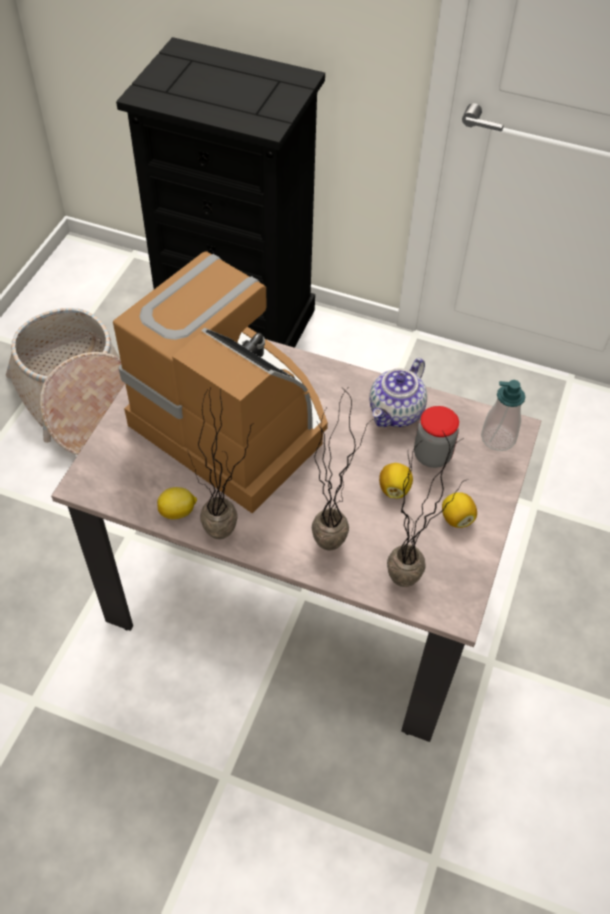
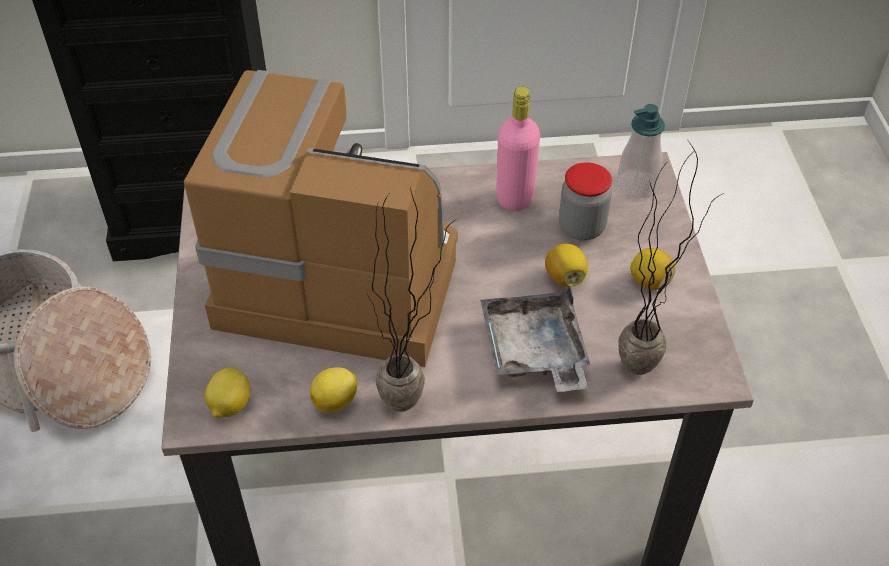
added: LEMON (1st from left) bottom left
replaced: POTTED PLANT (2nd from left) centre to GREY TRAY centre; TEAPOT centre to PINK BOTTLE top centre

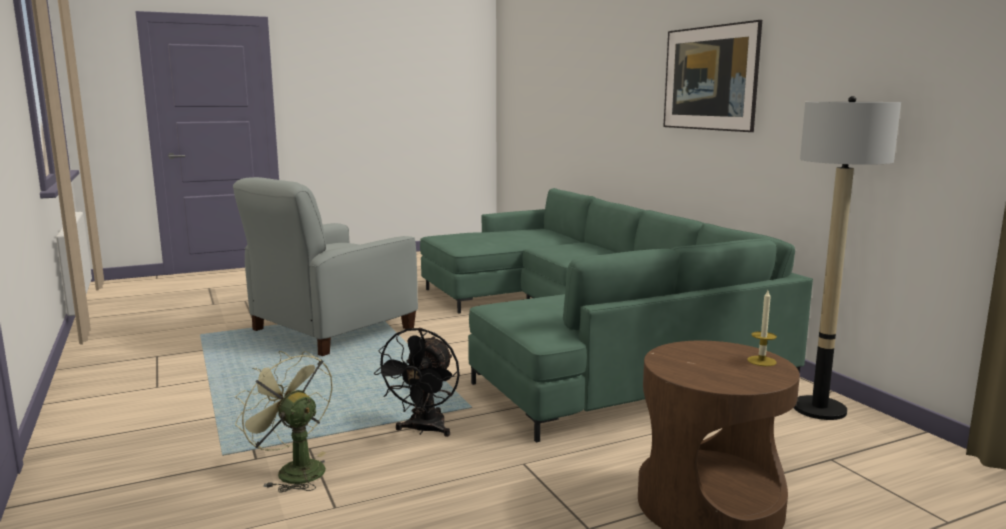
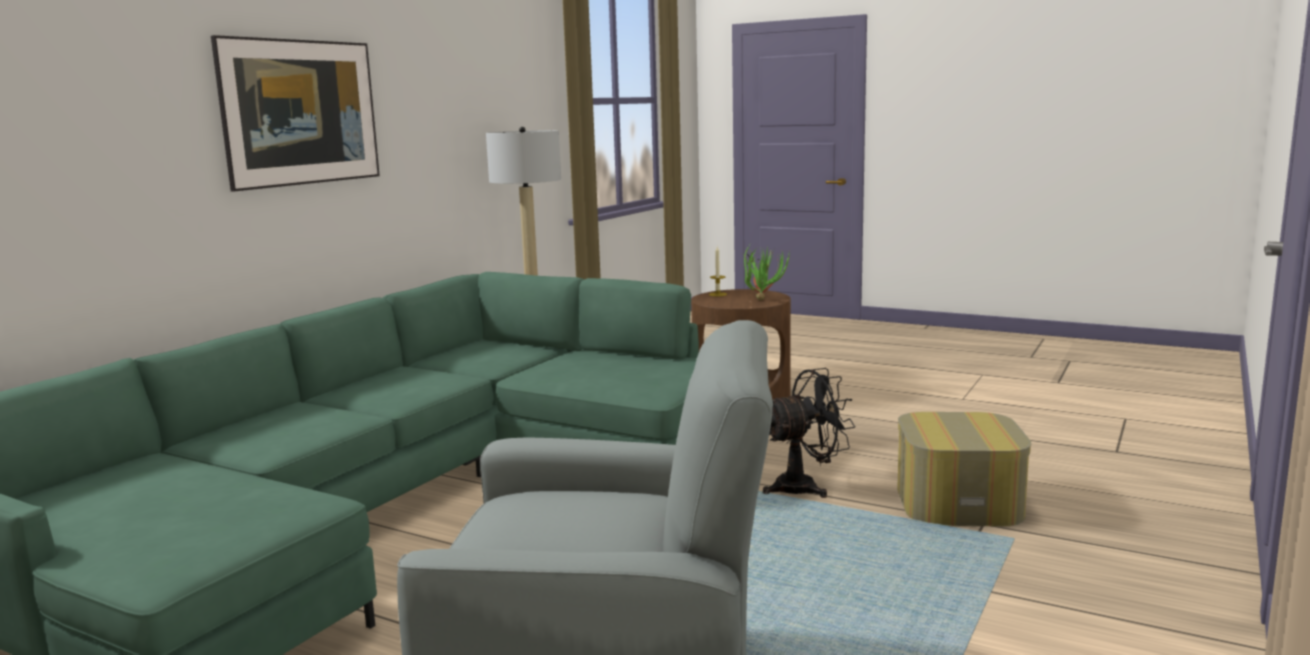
added: POTTED PLANT centre
replaced: GREEN FAN bottom left to OTTOMAN bottom right

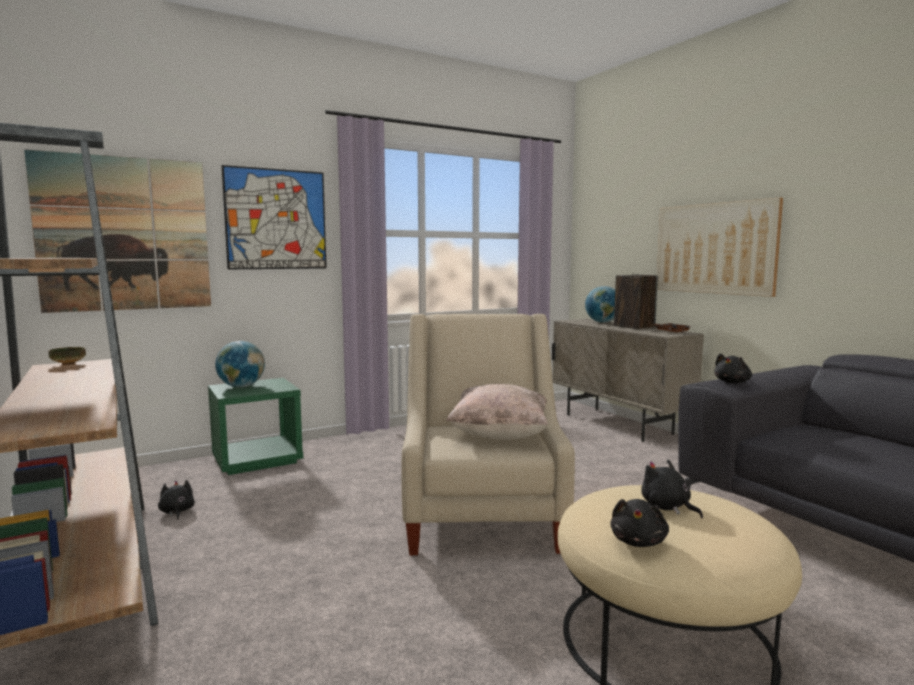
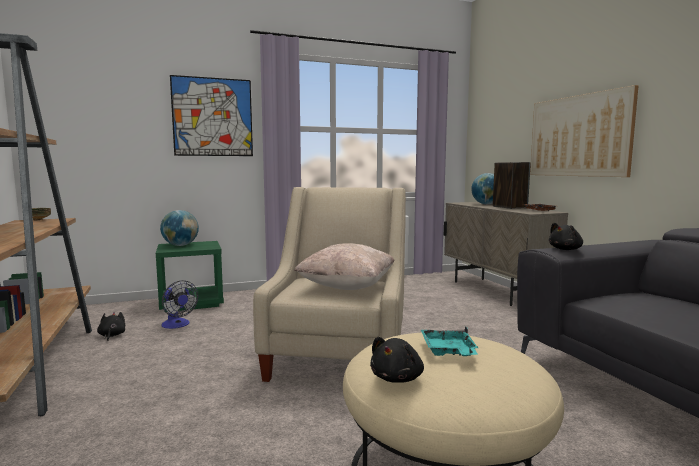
removed: PICTURE (1st from left) middle left
added: FAN middle left
replaced: BLACK PLUSH TOY (3rd from left) bottom right to TURQUOISE TRAY bottom centre

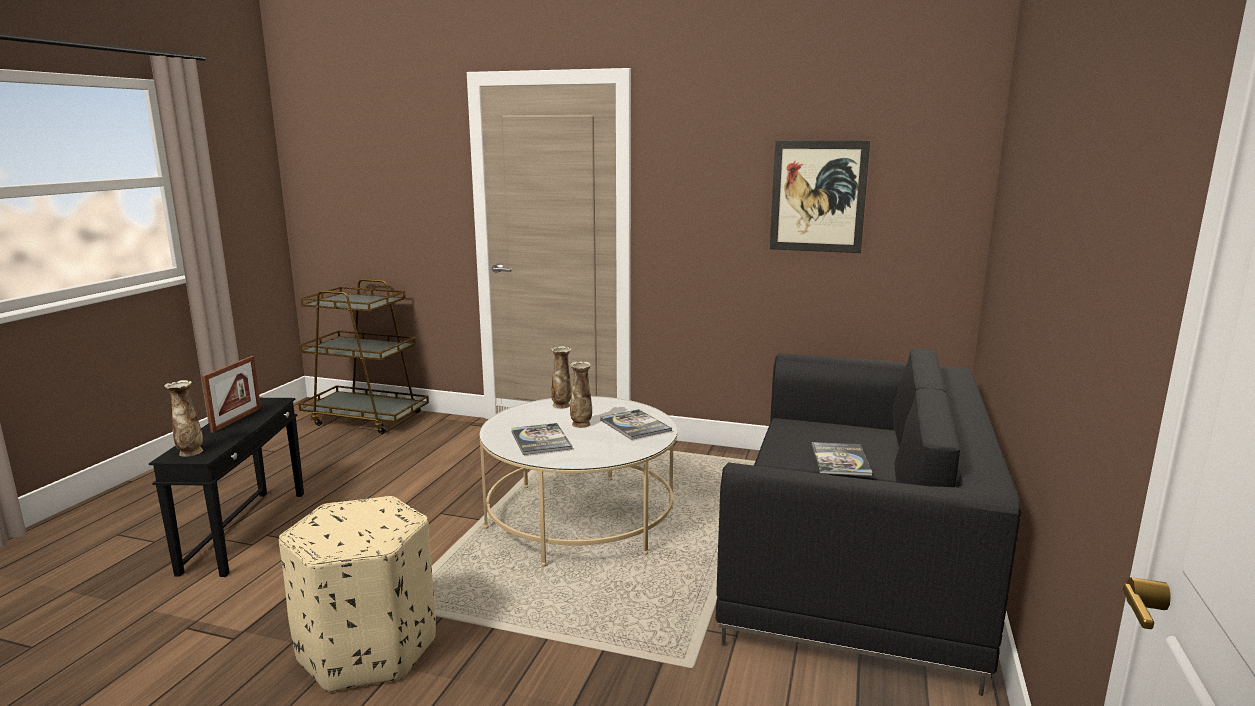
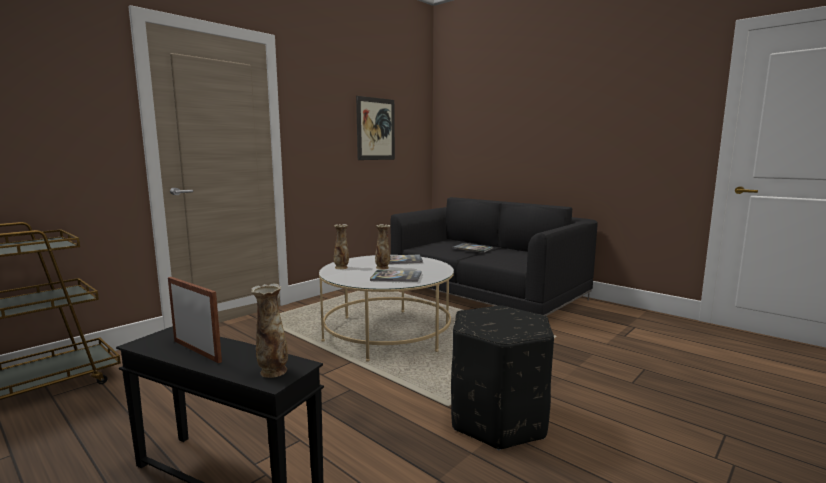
recoloured: BEIGE OTTOMAN bottom left to BLACK OTTOMAN bottom centre

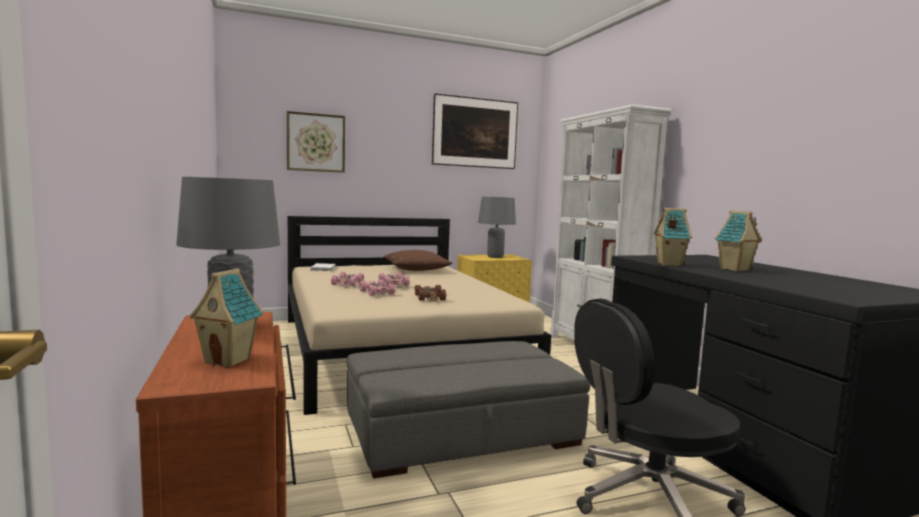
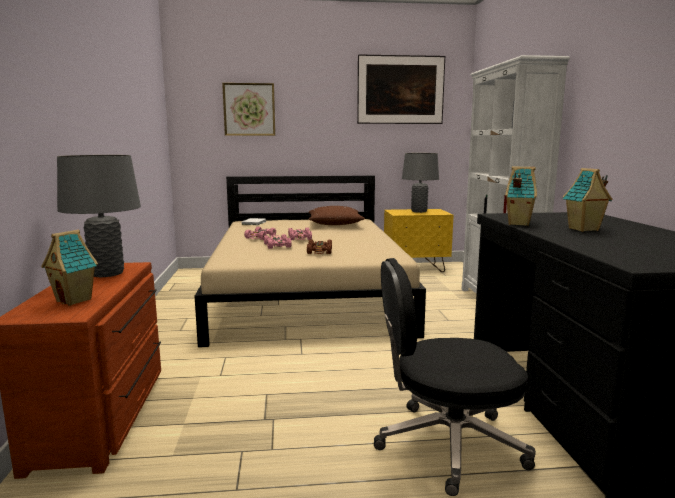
removed: GREY OTTOMAN bottom centre

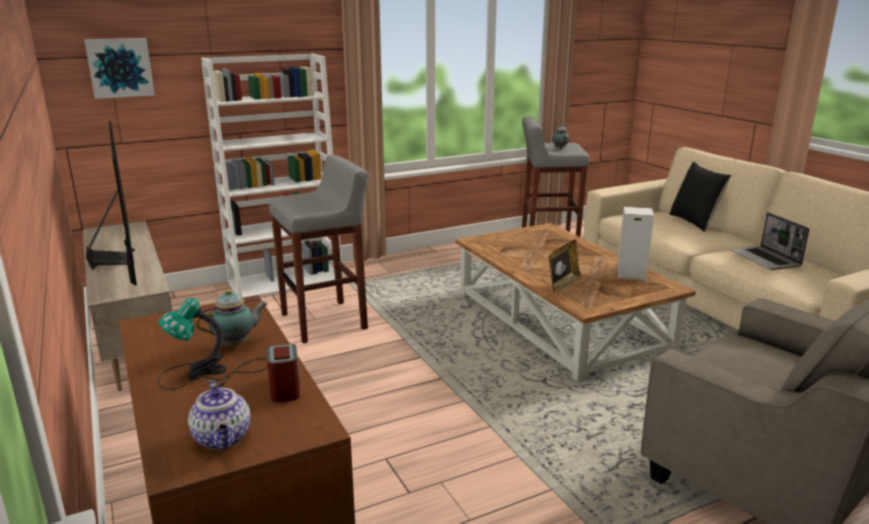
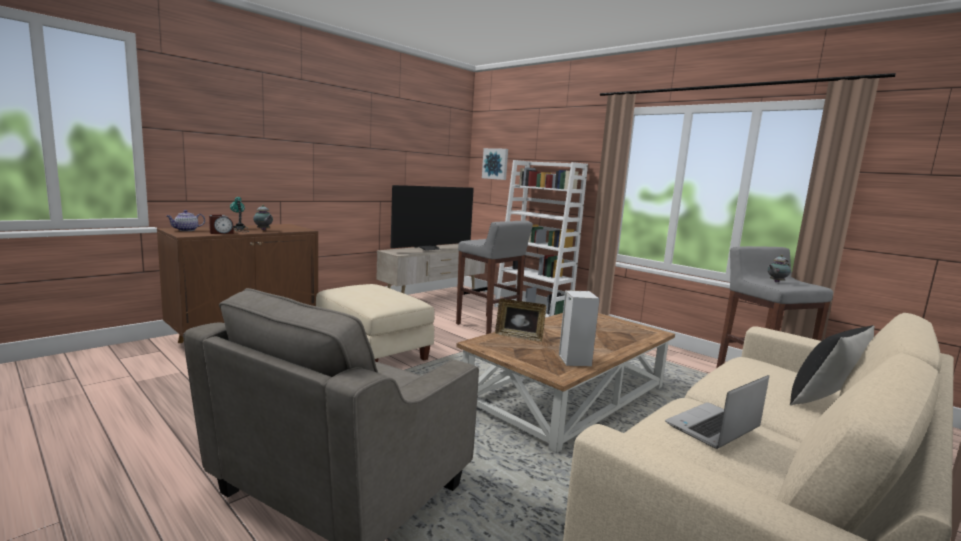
added: BEIGE OTTOMAN centre

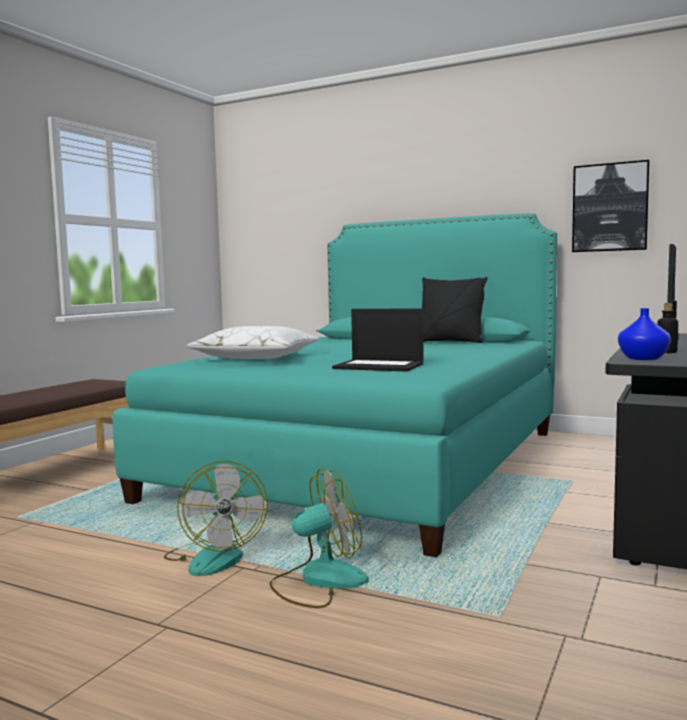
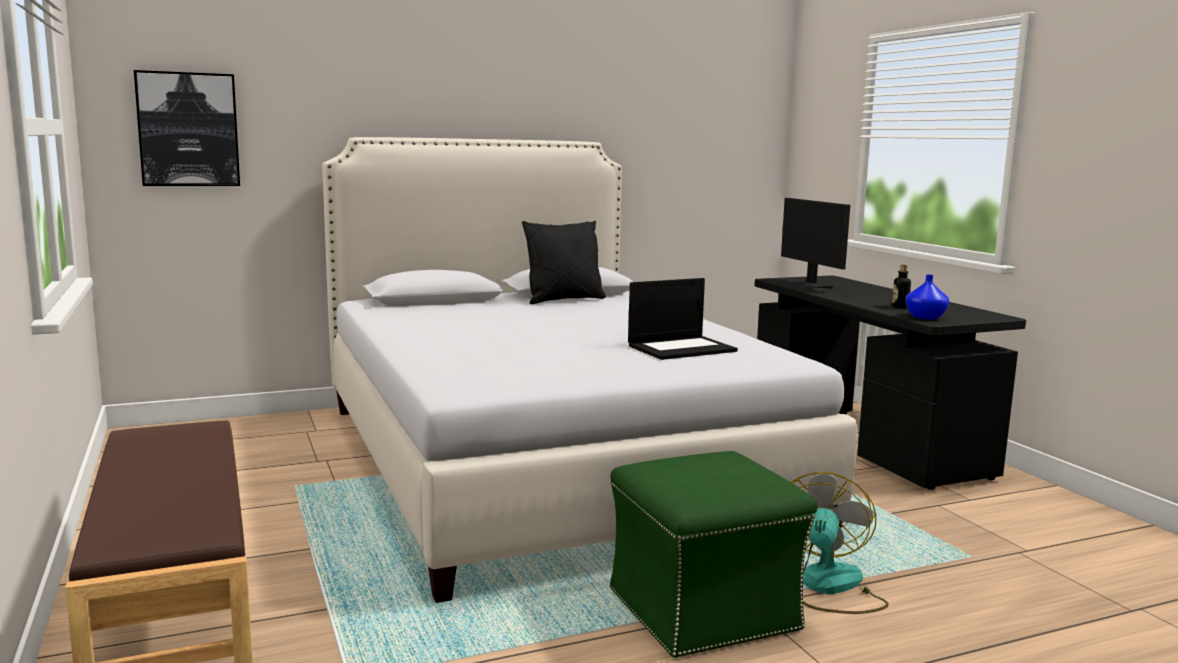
removed: WHITE PILLOW centre
moved: PICTURE top right to top left
replaced: FAN (1st from left) bottom left to GREEN OTTOMAN bottom centre
recoloured: TURQUOISE BED centre to WHITE BED centre

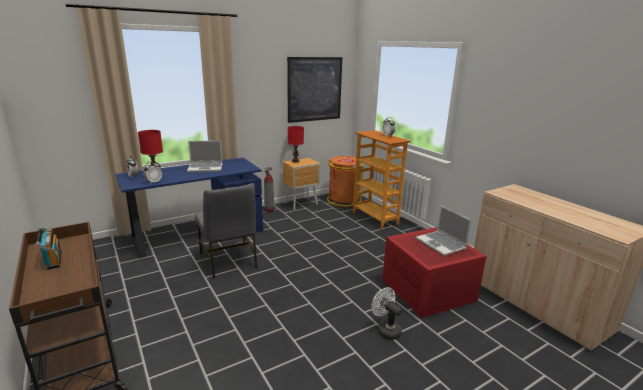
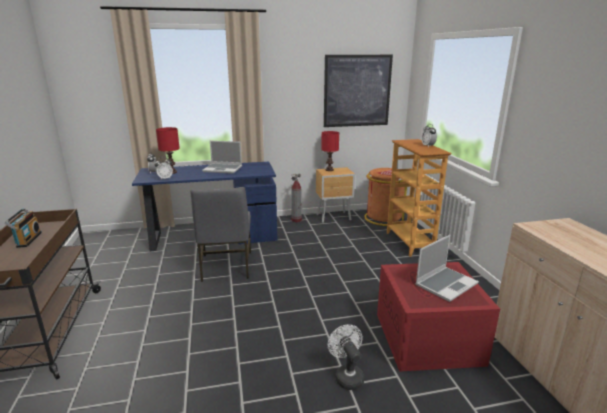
turned: LAPTOP (2nd from left) middle right = middle right 120 degrees counterclockwise

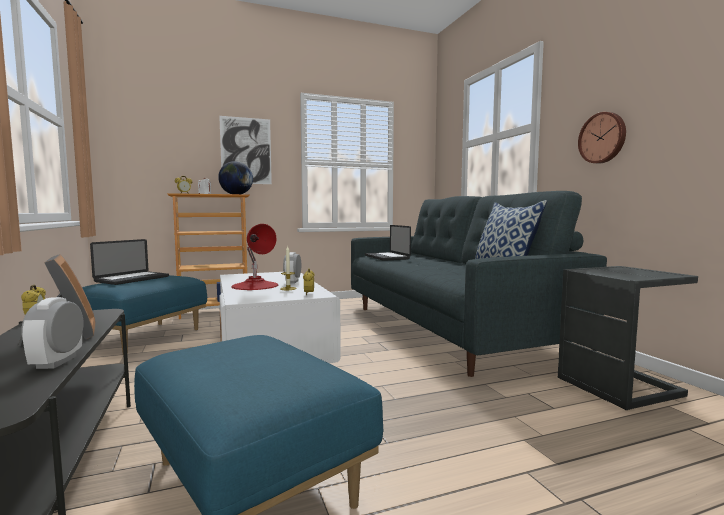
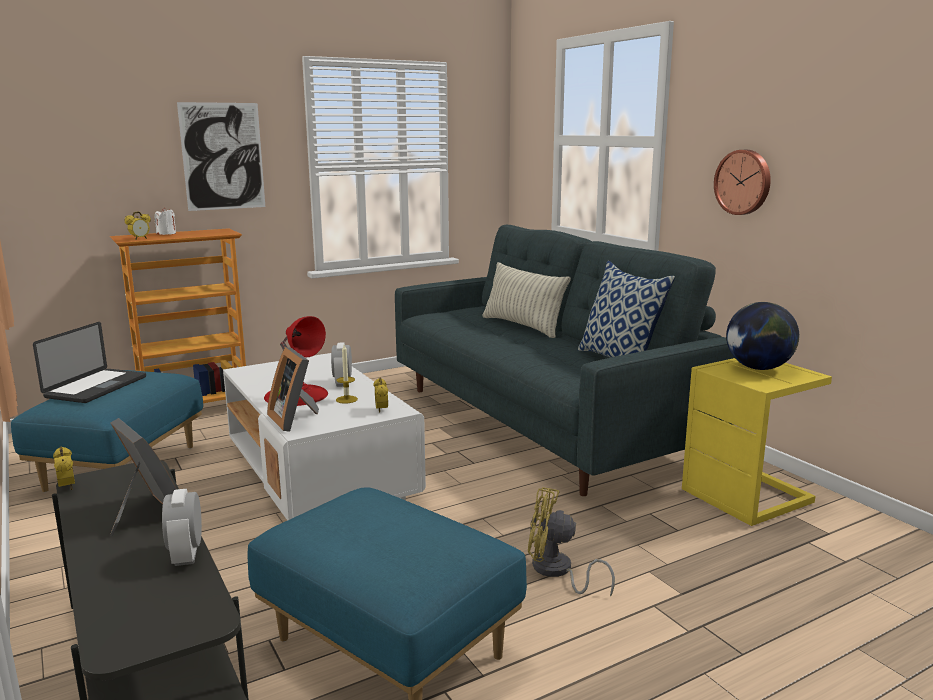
removed: LAPTOP (2nd from left) centre
added: PICTURE FRAME (2nd from left) middle left; PILLOW (1st from left) centre; YELLOW FAN bottom centre
moved: GLOBE middle left to middle right
recoloured: GREY SIDE TABLE middle right to YELLOW SIDE TABLE middle right

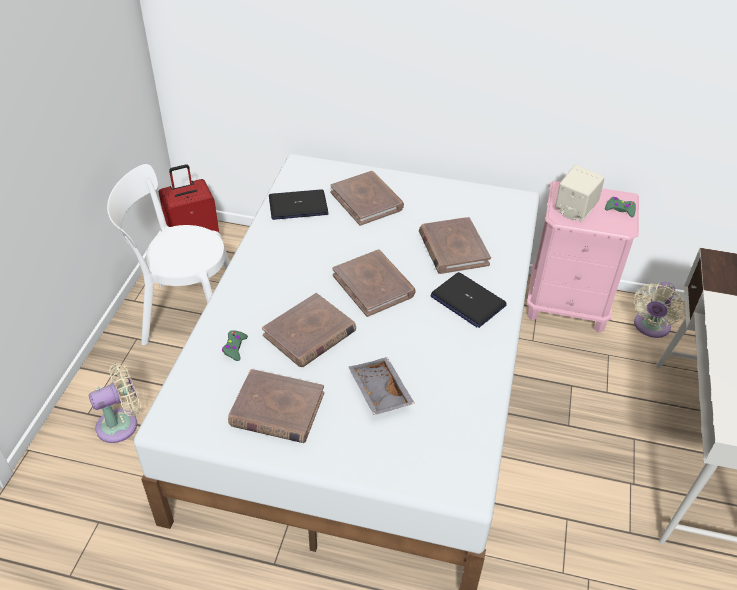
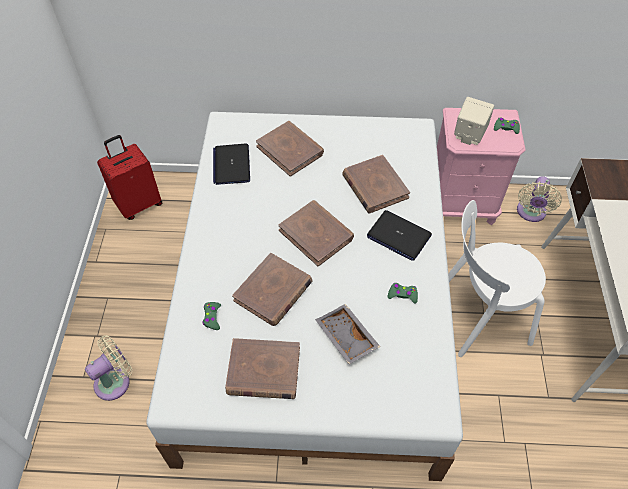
added: GREEN GAME CONTROLLER (2nd from left) centre
moved: WHITE CHAIR middle left to middle right
turned: LAPTOP (1st from left) centre = centre 75 degrees counterclockwise

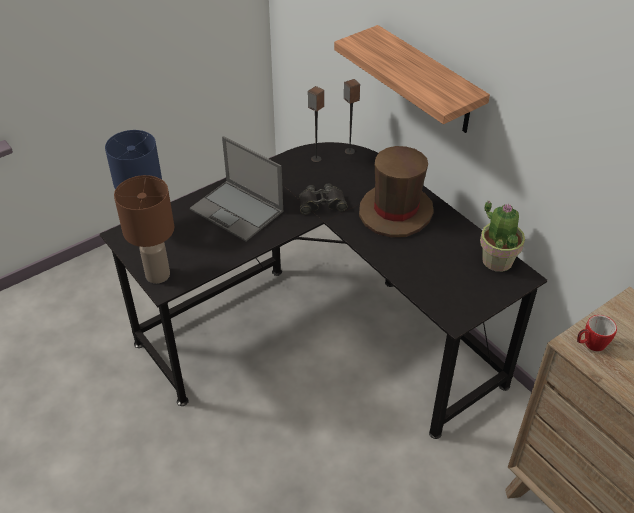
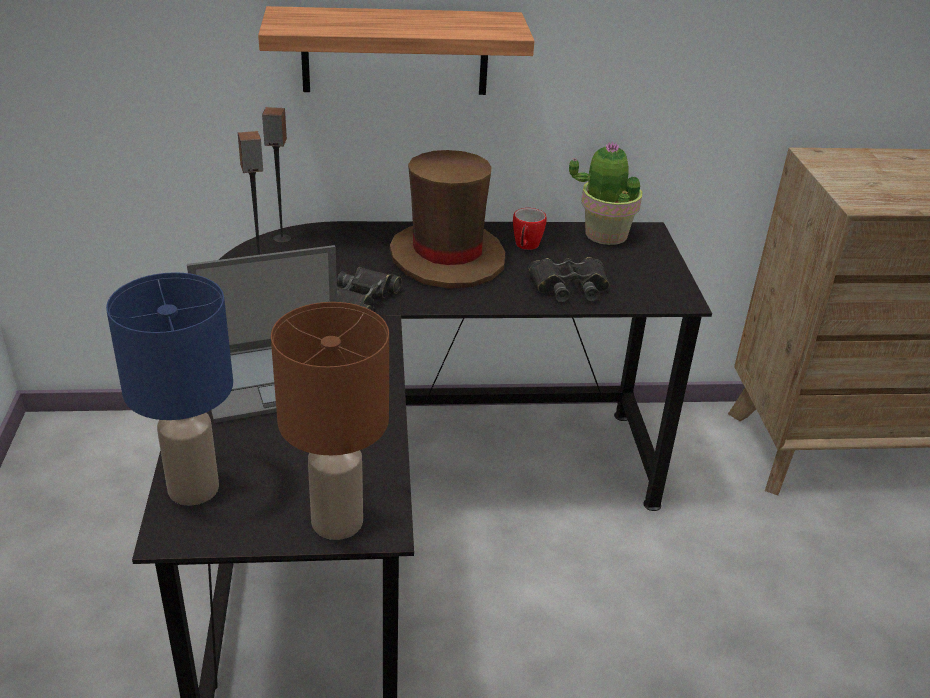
added: BLACK BINOCULARS (2nd from left) centre
moved: MUG middle right to top centre

